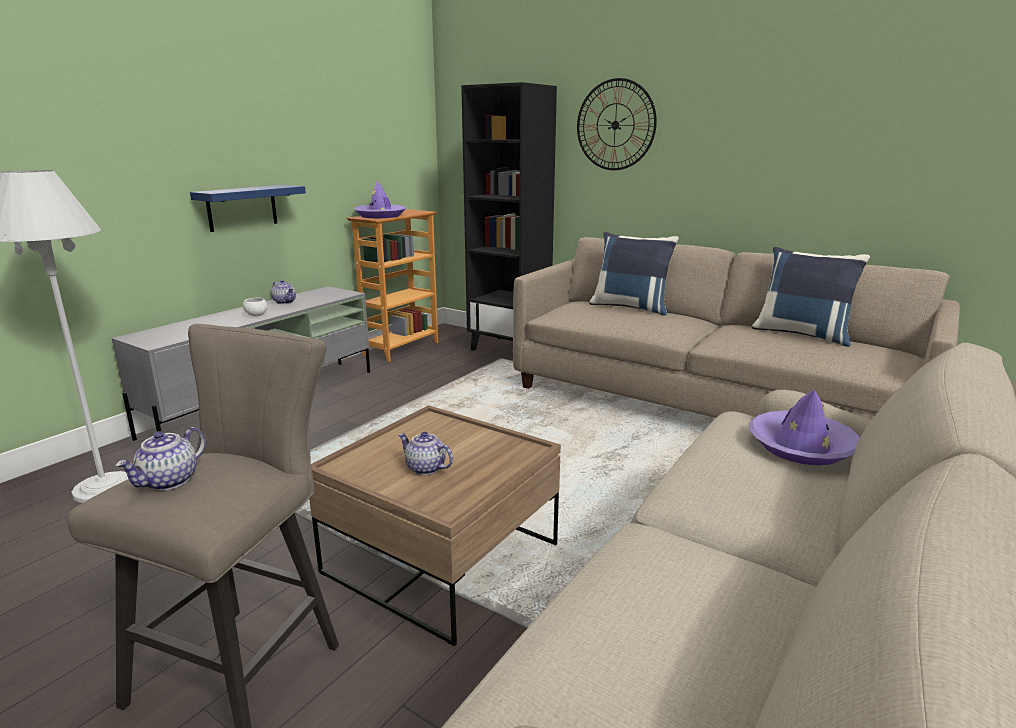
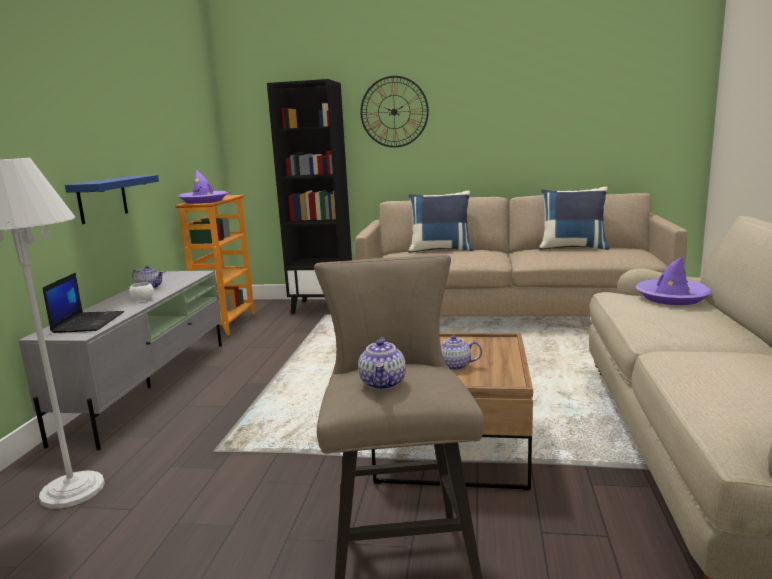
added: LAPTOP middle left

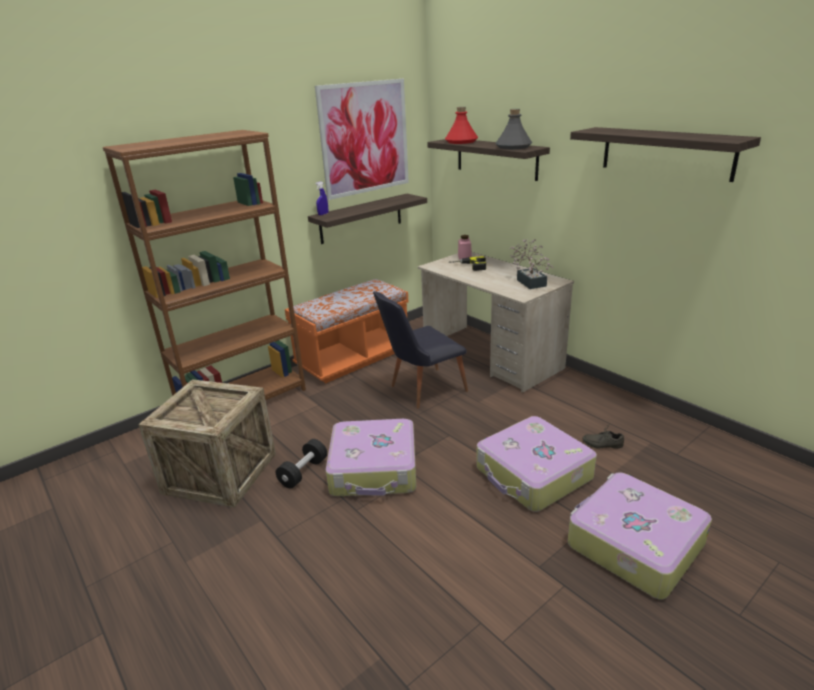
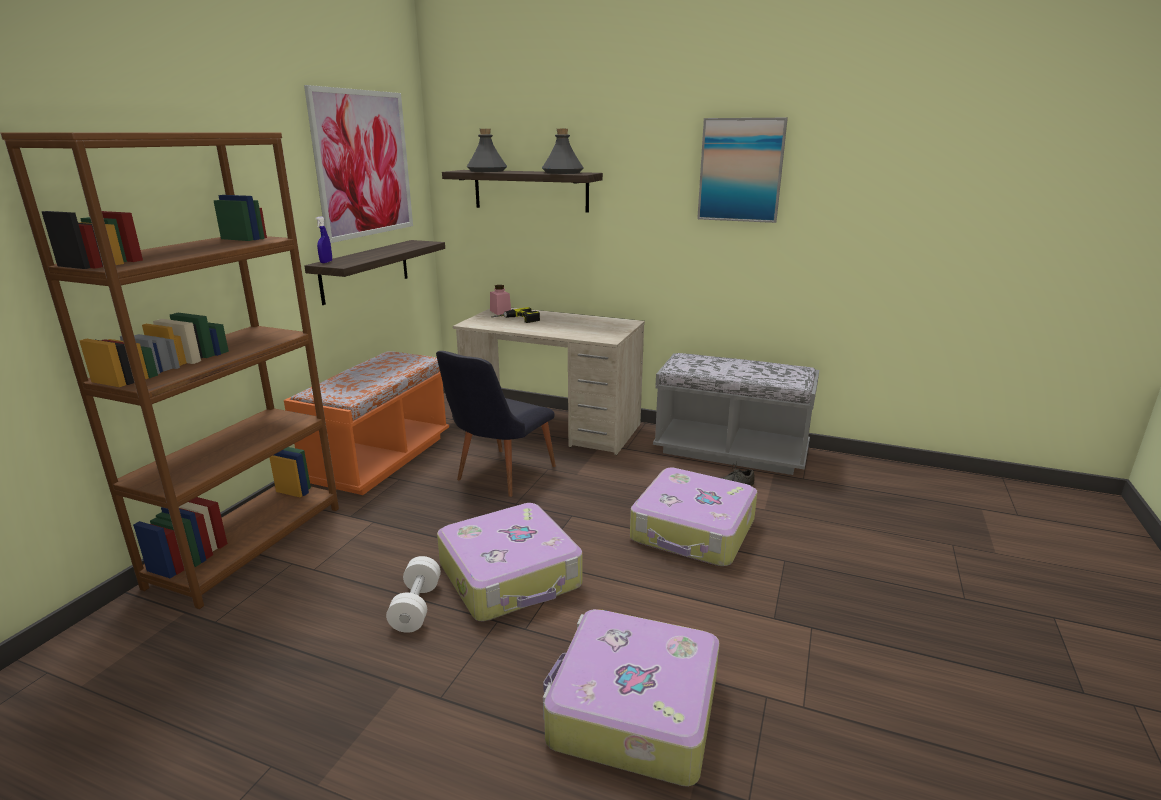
removed: CRATE middle left; POTTED PLANT centre
added: GREY BENCH centre
moved: SUITCASE (3rd from left in the first image) bottom right to SUITCASE (2nd from left) bottom centre
replaced: SHELF (3rd from left) top right to PICTURE (2nd from left) top centre
recoloured: BLACK DUMBBELL bottom centre to WHITE DUMBBELL bottom centre; RED BOTTLE top centre to GREY BOTTLE (1st from left) top centre

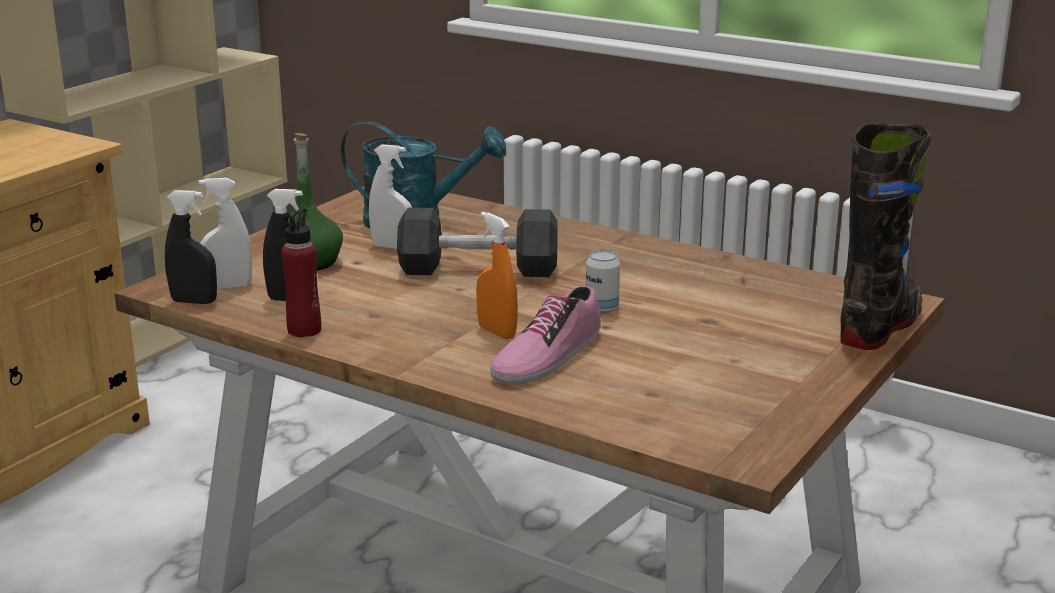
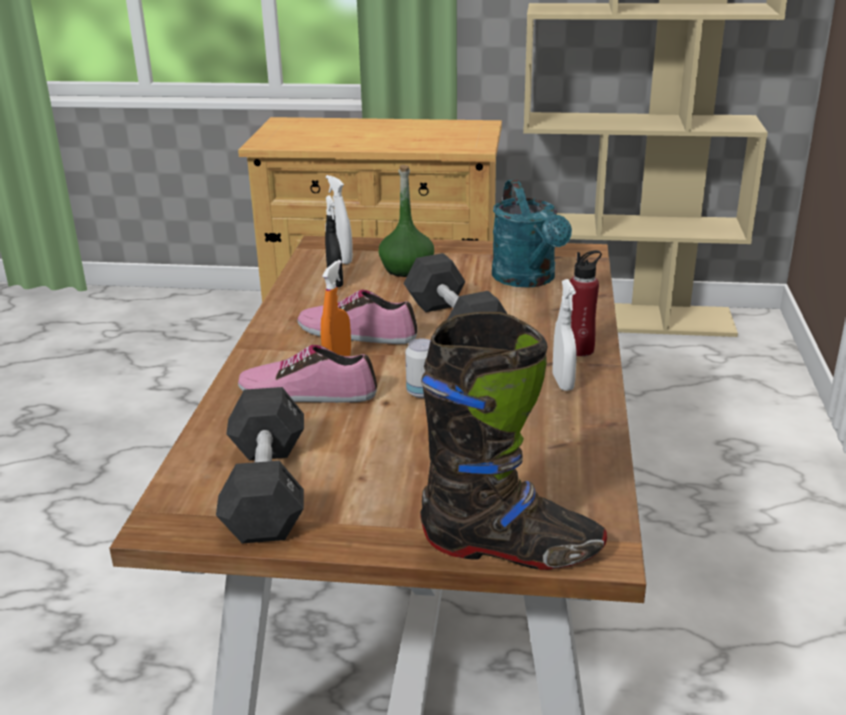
removed: BLACK SPRAY BOTTLE (1st from left) middle left
added: BLACK DUMBBELL (1st from left) middle left; SHOE (2nd from left) centre
moved: RED BOTTLE middle left to middle right; WHITE SPRAY BOTTLE (2nd from left) top centre to middle right

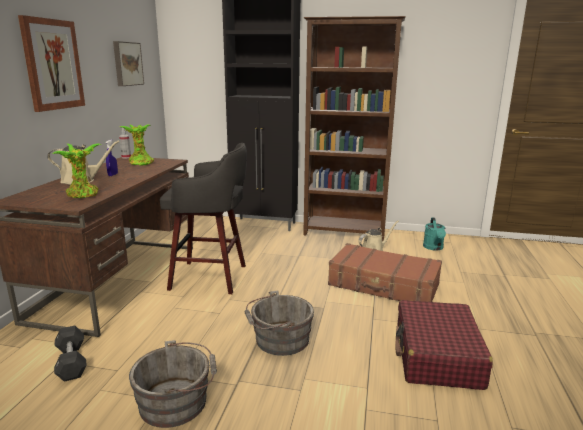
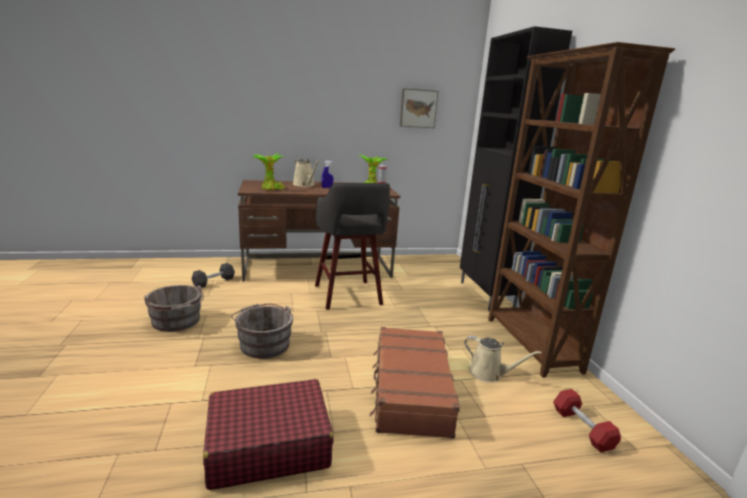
removed: PICTURE (1st from left) top left
replaced: TURQUOISE WATERING CAN middle right to RED DUMBBELL bottom right

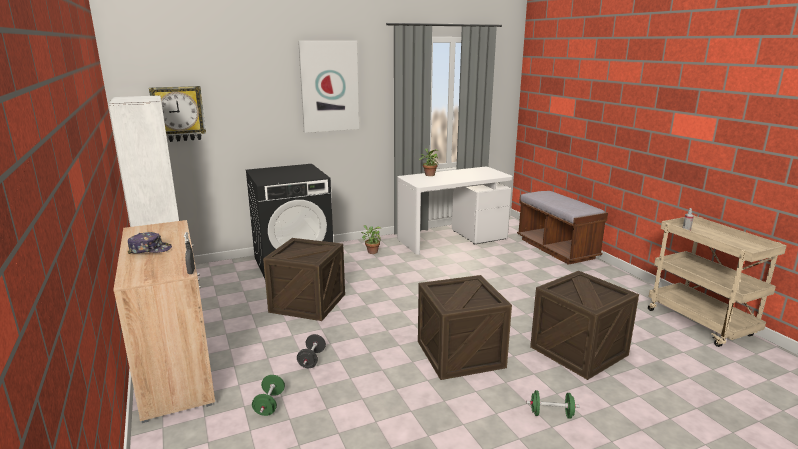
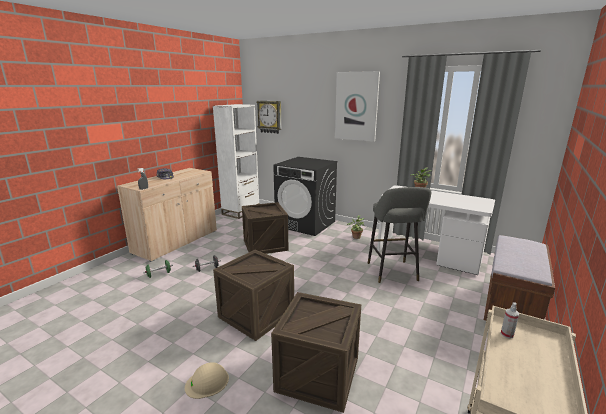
added: GREY STOOL centre
replaced: GREEN DUMBBELL (2nd from left) bottom right to BEIGE HARD HAT bottom centre

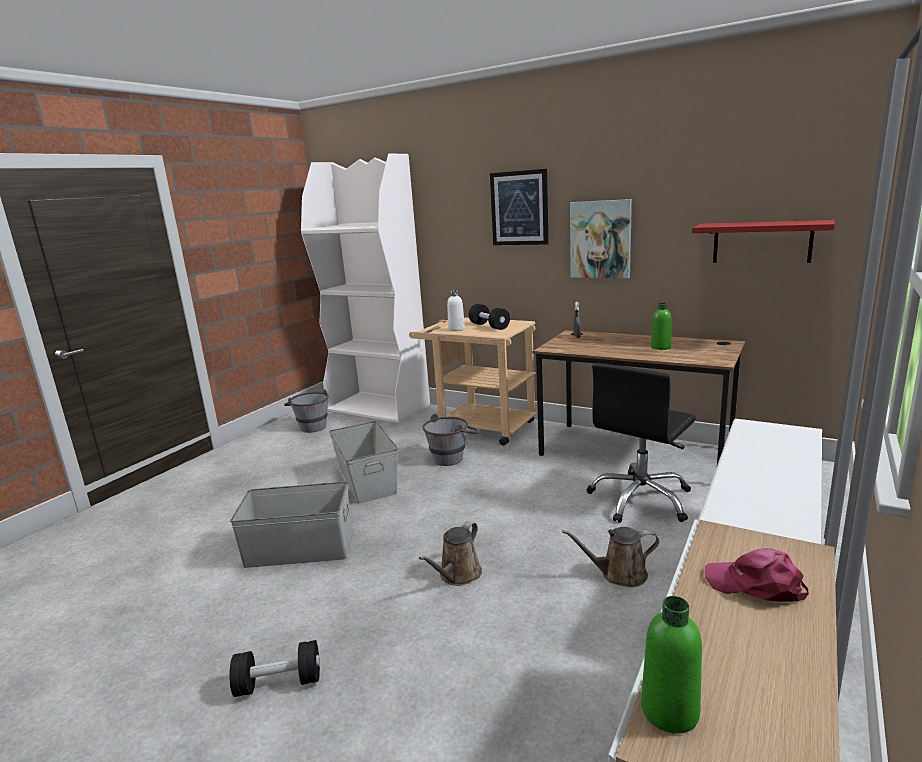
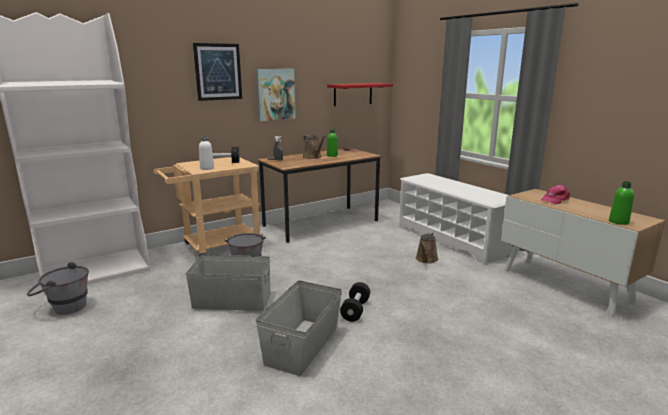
removed: BLACK OFFICE CHAIR middle right
moved: BLACK DUMBBELL (1st from left in the first image) bottom left to BLACK DUMBBELL (2nd from left) bottom centre; BROWN WATERING CAN (1st from left) bottom centre to centre

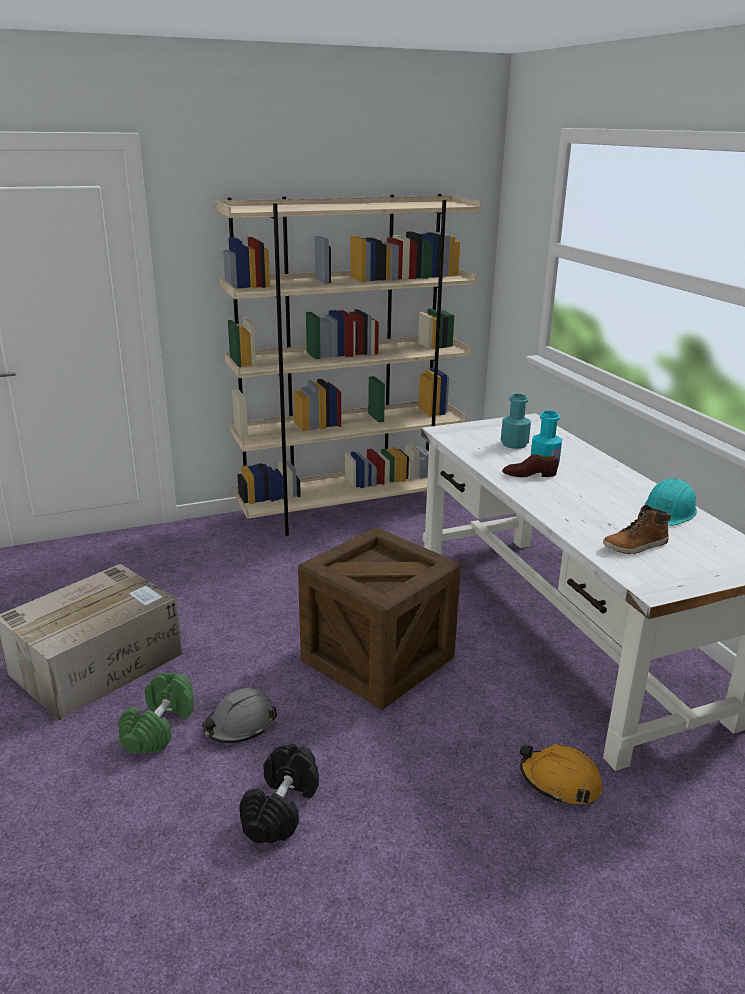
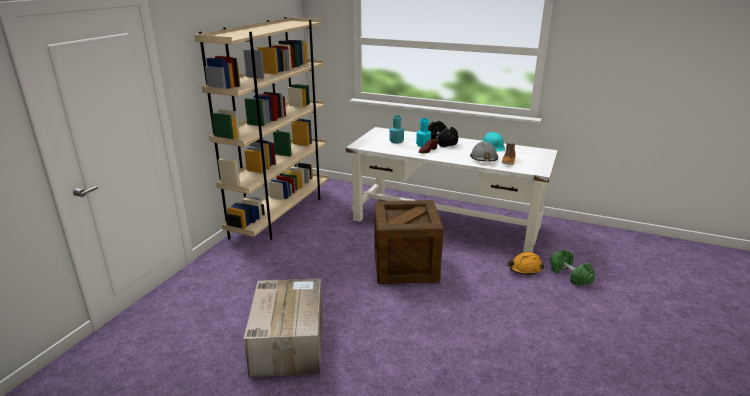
moved: GREEN DUMBBELL bottom left to bottom right; GREY HARD HAT bottom left to centre; BLACK DUMBBELL bottom centre to centre

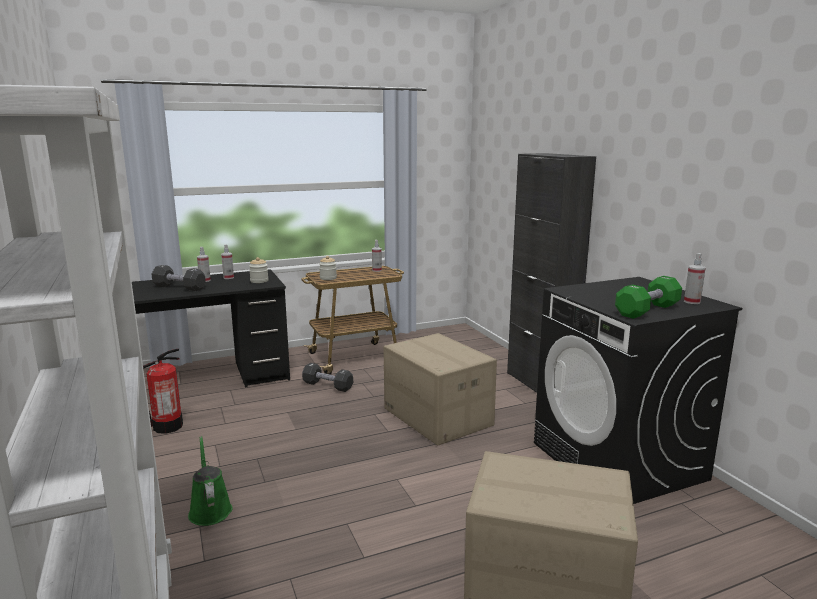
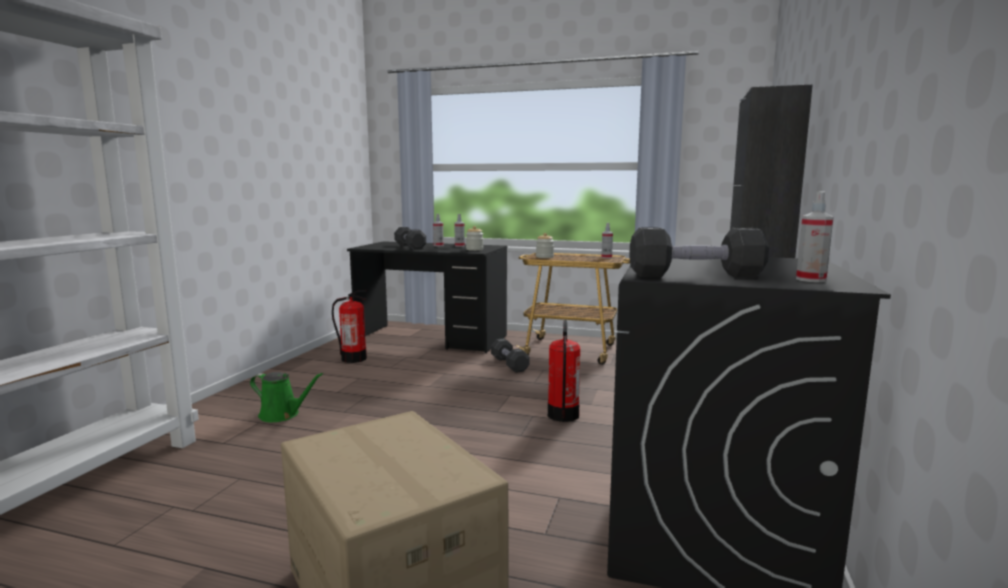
replaced: CARDBOARD BOX (1st from left) centre to FIRE EXTINGUISHER (2nd from left) centre
recoloured: GREEN DUMBBELL middle right to BLACK DUMBBELL (3rd from left) middle right
turned: GREEN WATERING CAN bottom left = bottom left 90 degrees clockwise

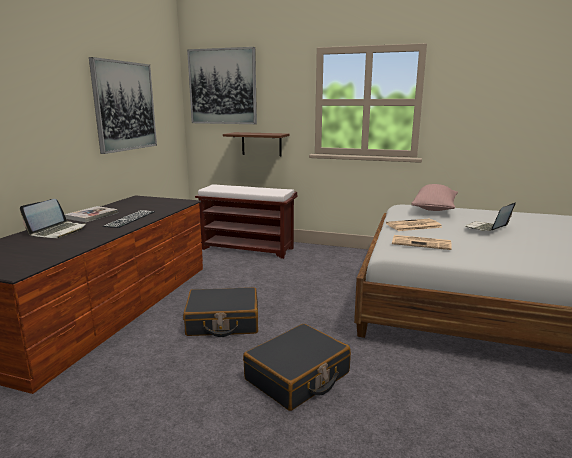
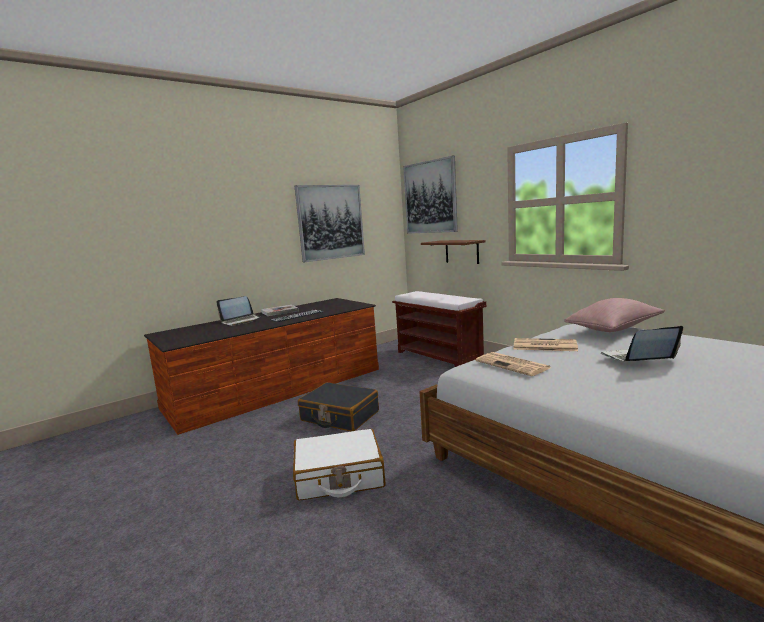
recoloured: BLACK SUITCASE (2nd from left) bottom centre to WHITE SUITCASE bottom centre

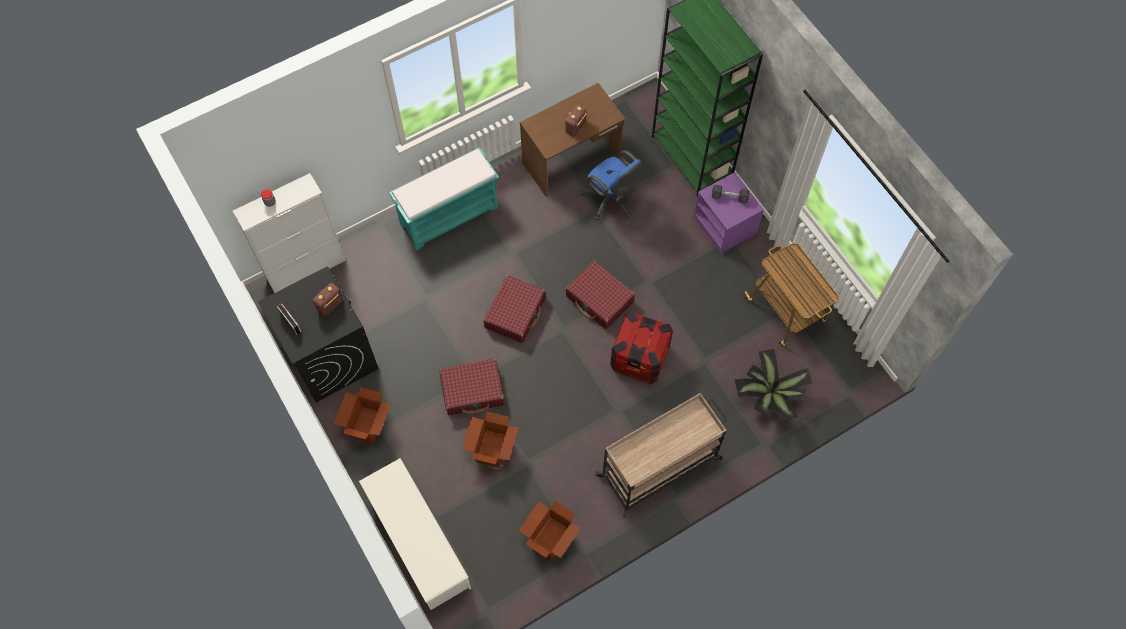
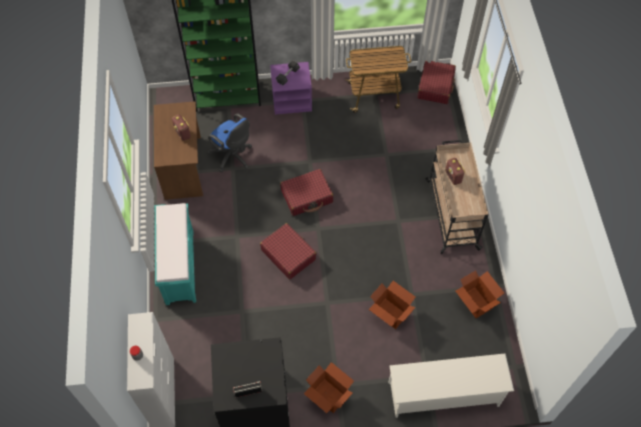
removed: CRATE centre; POTTED PLANT middle right
moved: RADIO (2nd from left in the first image) middle left to RADIO (3rd from left) middle right; RED SUITCASE (1st from left in the first image) centre to RED SUITCASE (3rd from left) top right
turned: BLUE OFFICE CHAIR top centre = top centre 60 degrees clockwise

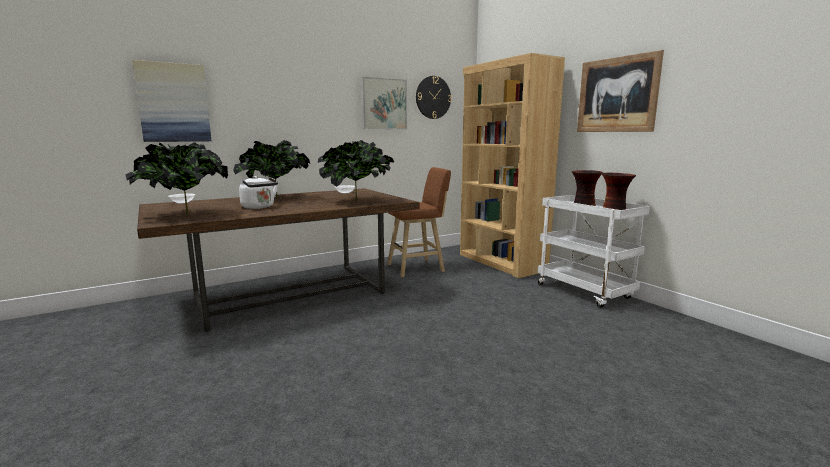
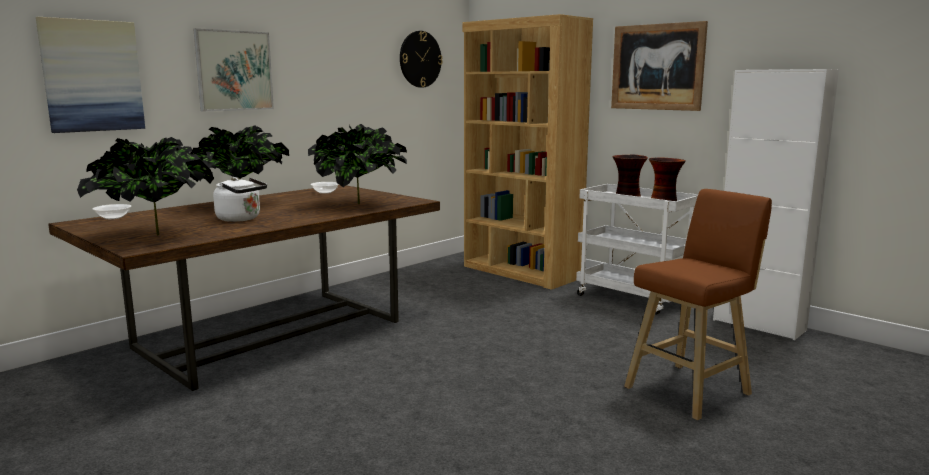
added: WHITE CABINET middle right
moved: PICTURE (2nd from left) top centre to top left; BROWN STOOL centre to middle right

